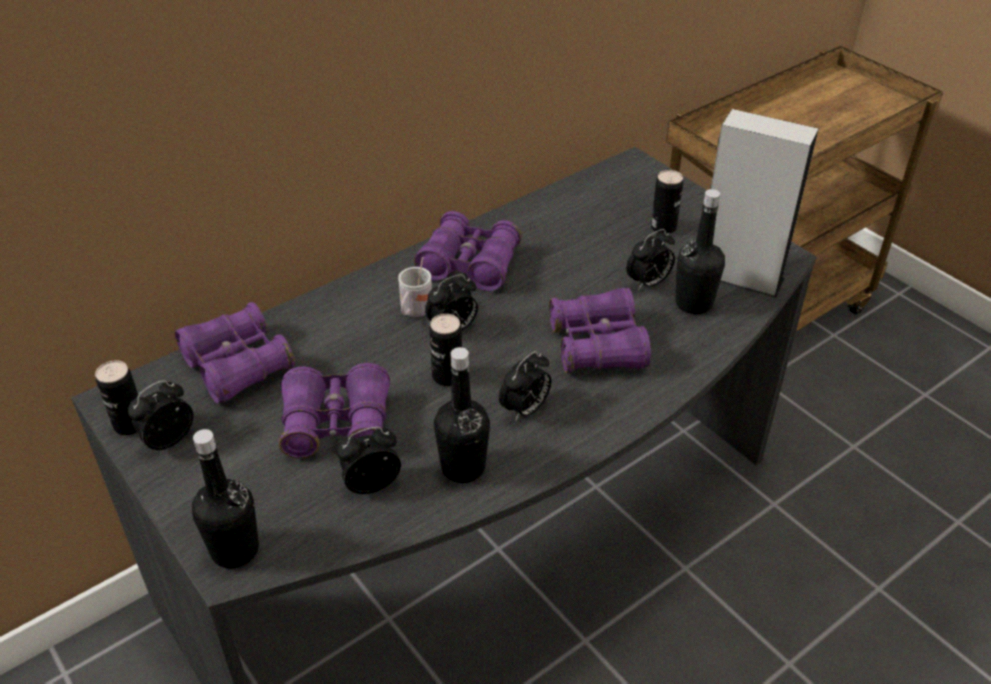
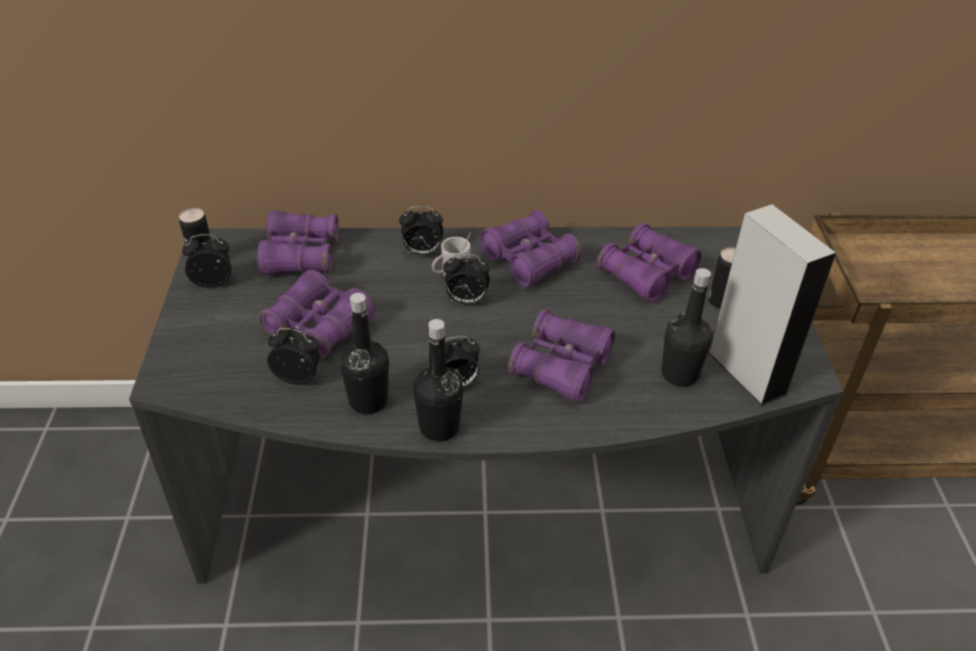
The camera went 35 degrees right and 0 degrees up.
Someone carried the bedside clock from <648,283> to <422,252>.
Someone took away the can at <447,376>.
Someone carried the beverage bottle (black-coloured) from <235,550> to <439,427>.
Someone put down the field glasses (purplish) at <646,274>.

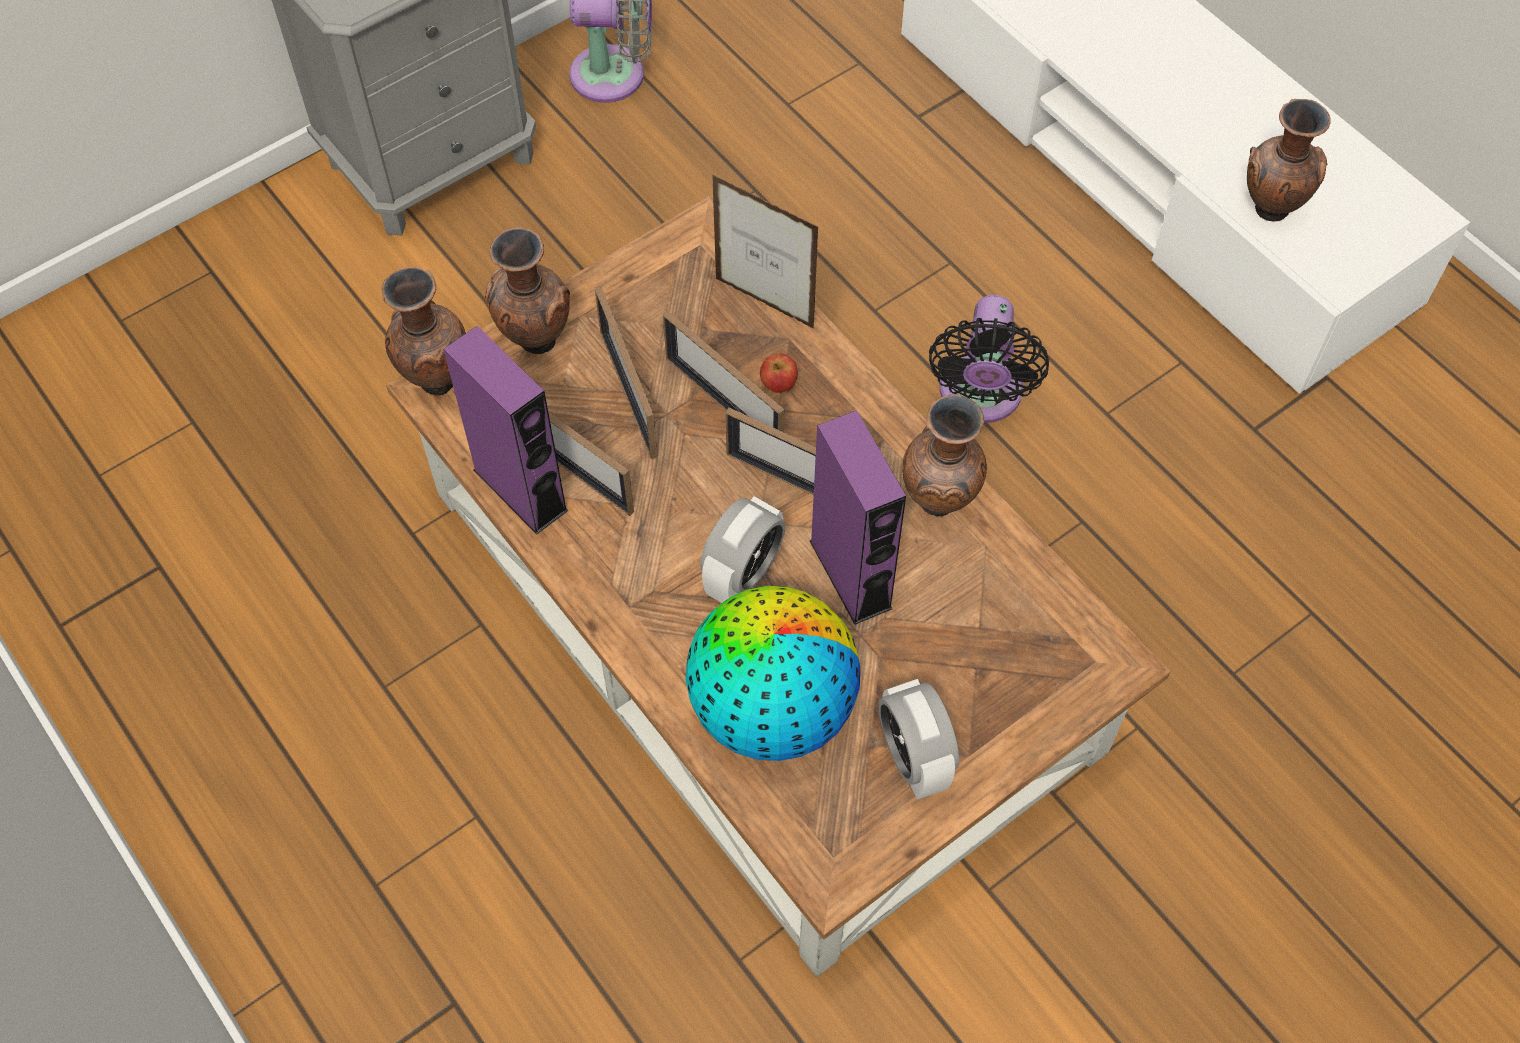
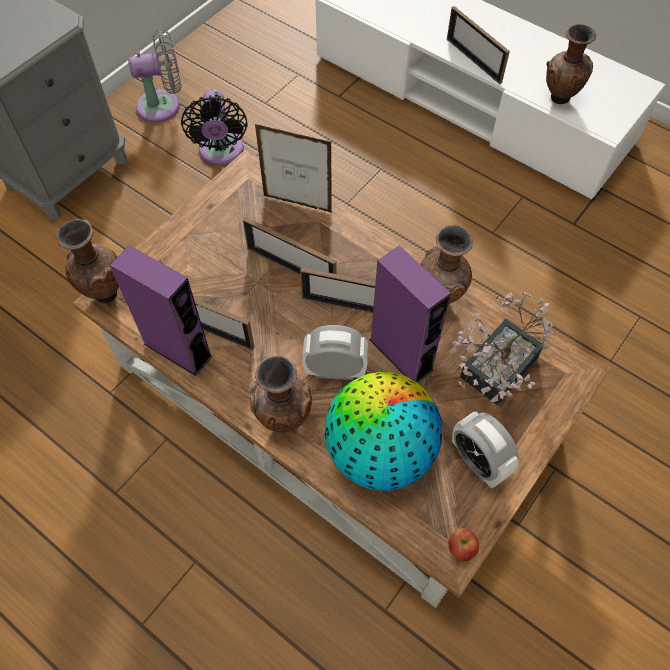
The camera went 15 degrees left and 0 degrees up.
Someone carried the flower vase (brownish) from <534,342> to <283,422>.
Someone carried the picture frame from <628,394> to <473,60>.
Someone carried the fan (black-coloured) from <979,397> to <221,152>.
Someone carried the whole apple from <778,384> to <461,548>.
Someone rotated the bedside clock at <743,575> by 105 degrees counterclockwise.
Someone put down the potted plant at <492,373>.

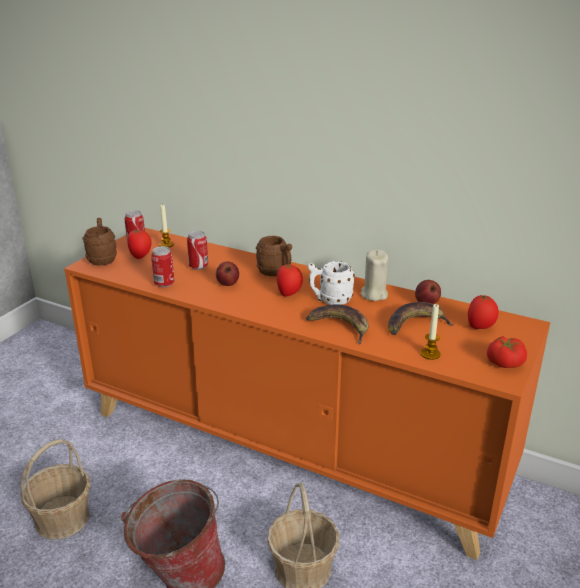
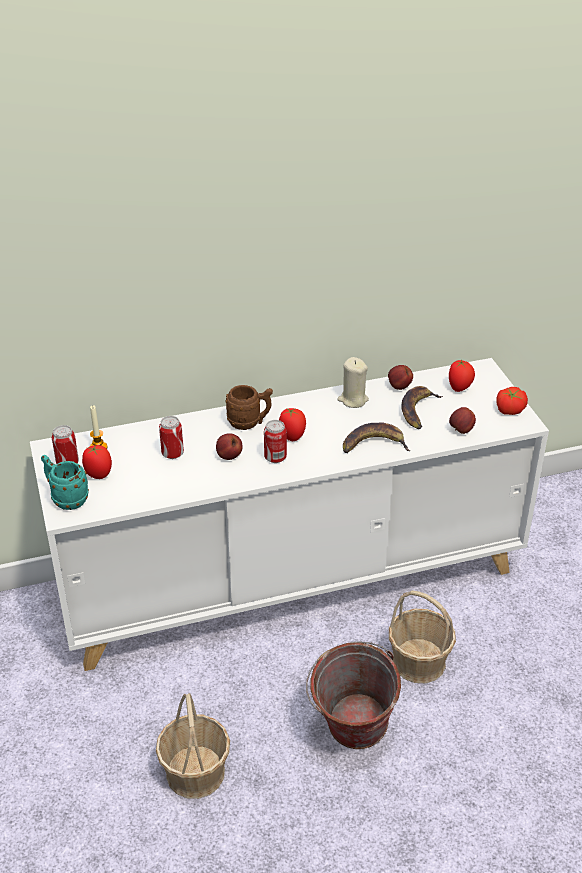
The camera went 45 degrees left and 10 degrees up.
Someone repainted the coffee mug (brownish) at <102,259>, which became the coffee mug (turquoise-coloured) at <66,498>.
Someone repainted the cupboard (orangey) at <291,447>, which became the cupboard (white) at <292,581>.
Someone carried the can from <164,284> to <275,458>.
Someone took away the coffee mug (white) at <330,300>.
Someone swapped the wax candle at <430,354> for the whole apple at <461,430>.

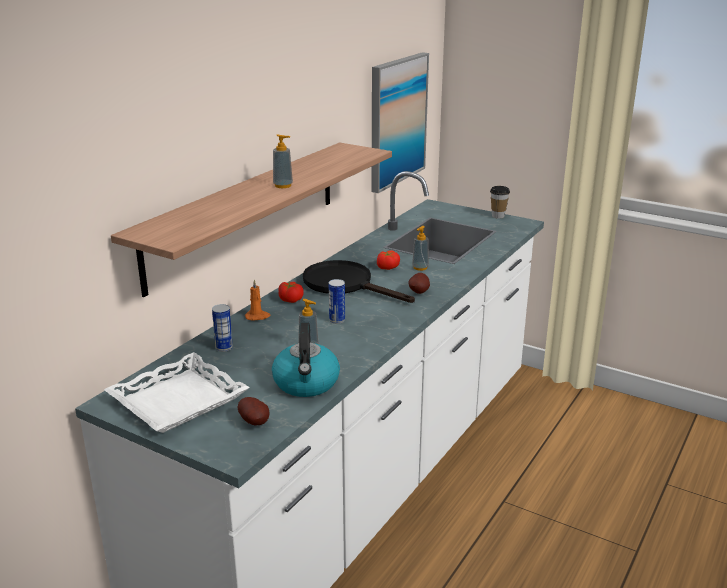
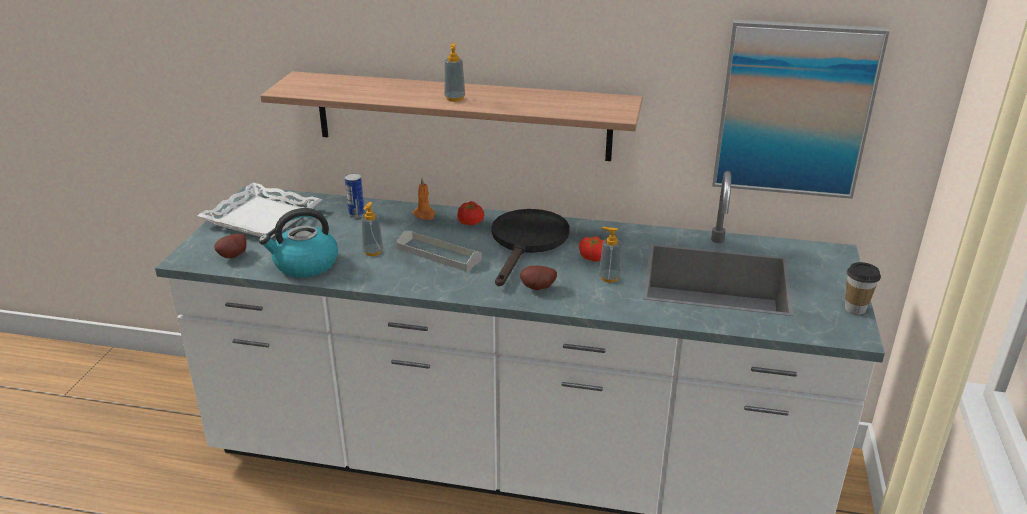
The camera went 70 degrees right and 5 degrees up.
Someone swapped the can at <337,320> for the serving tray (greyish) at <438,254>.

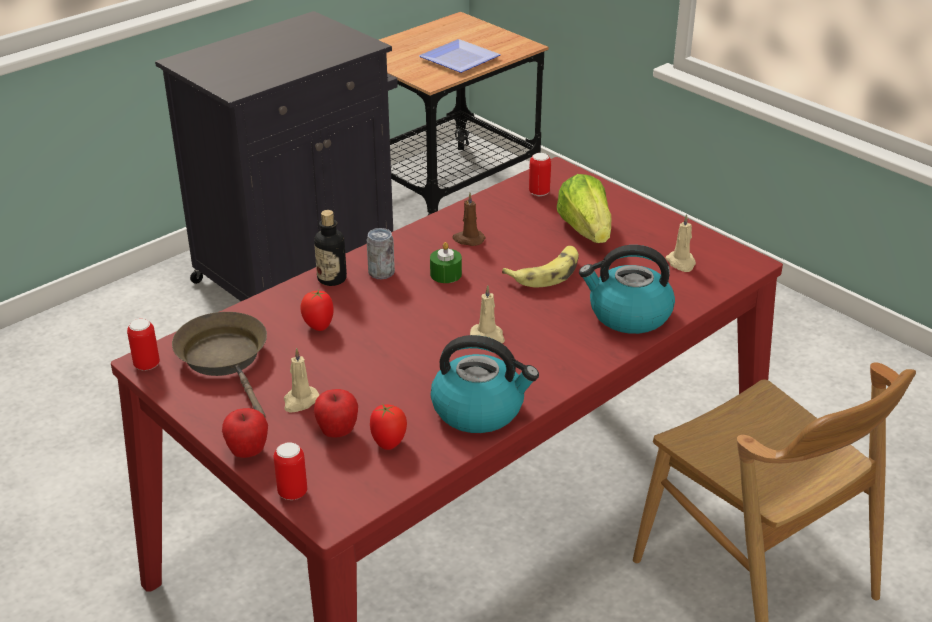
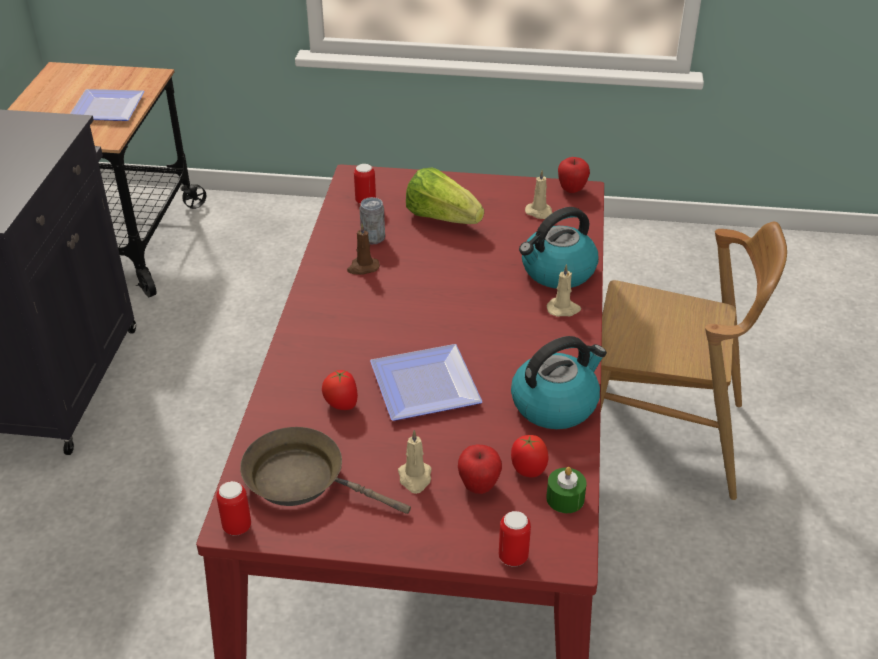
The camera went 40 degrees left and 5 degrees up.
Someone took away the beverage bottle at <332,279>.
Someone carried the can from <381,273> to <373,238>.
Someone carried the wax candle (greenish) from <445,274> to <565,498>.
Someone took away the whole banana at <546,273>.
Someone carried the wax candle (beige) from <488,336> to <563,309>.
Someone carried the whole apple from <248,452> to <572,189>.
Someone put down the flat dish at <429,387>.

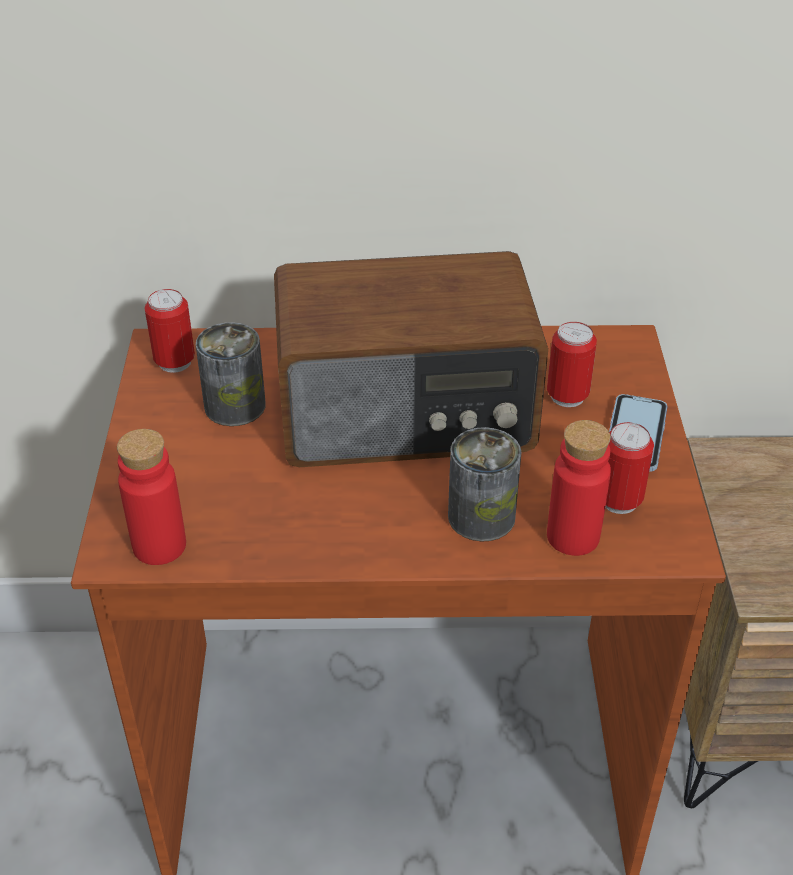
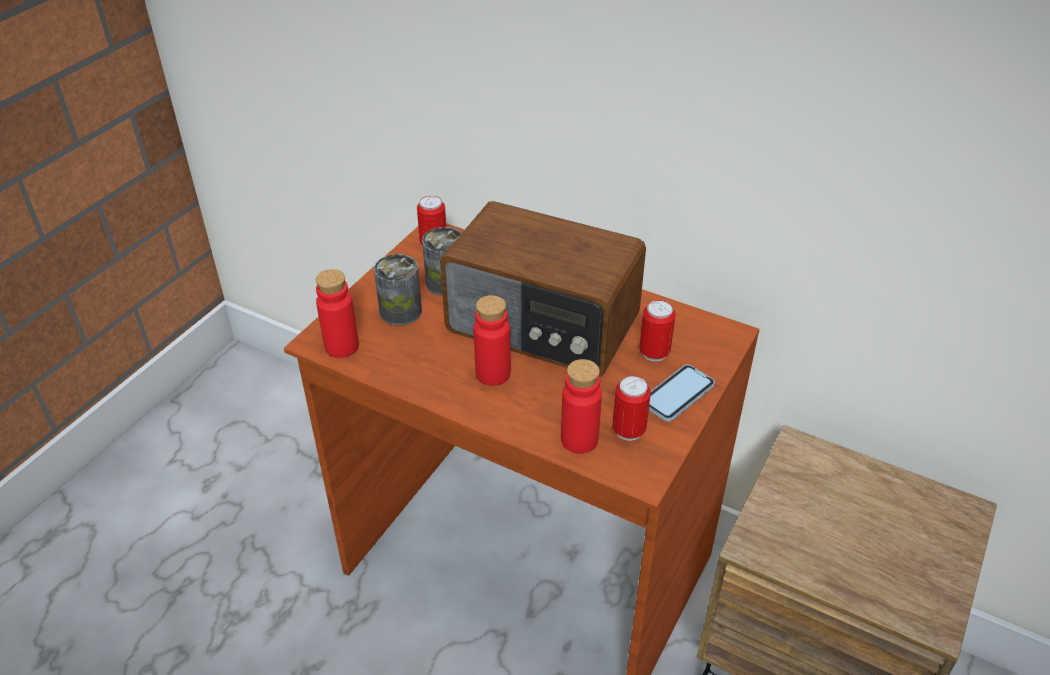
The camera went 30 degrees right and 0 degrees up.
Someone carried the can from <481,516> to <400,311>.
Someone put down the beverage bottle (reddish) at <493,373>.

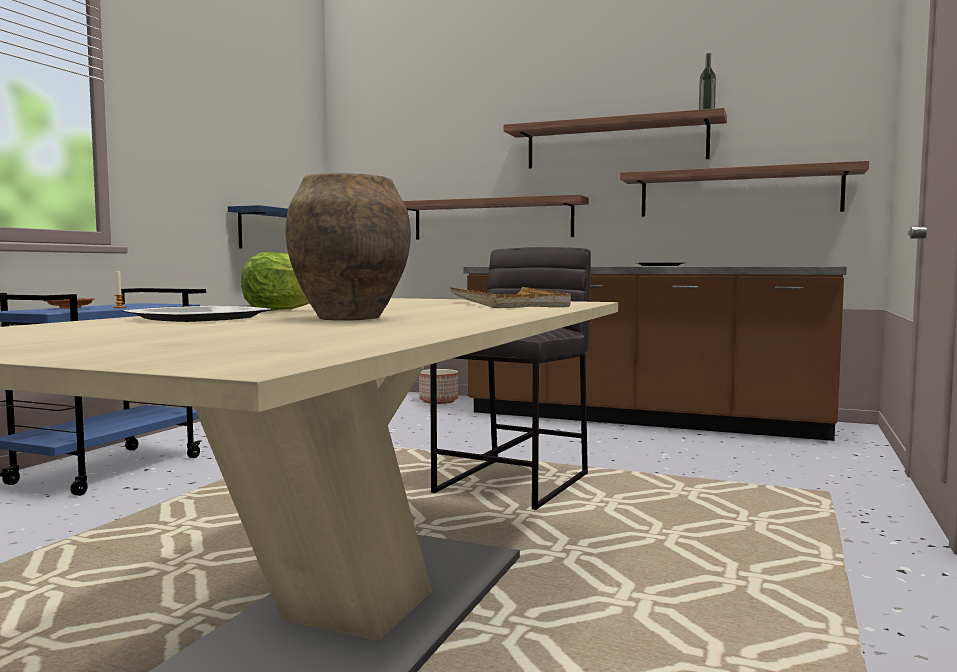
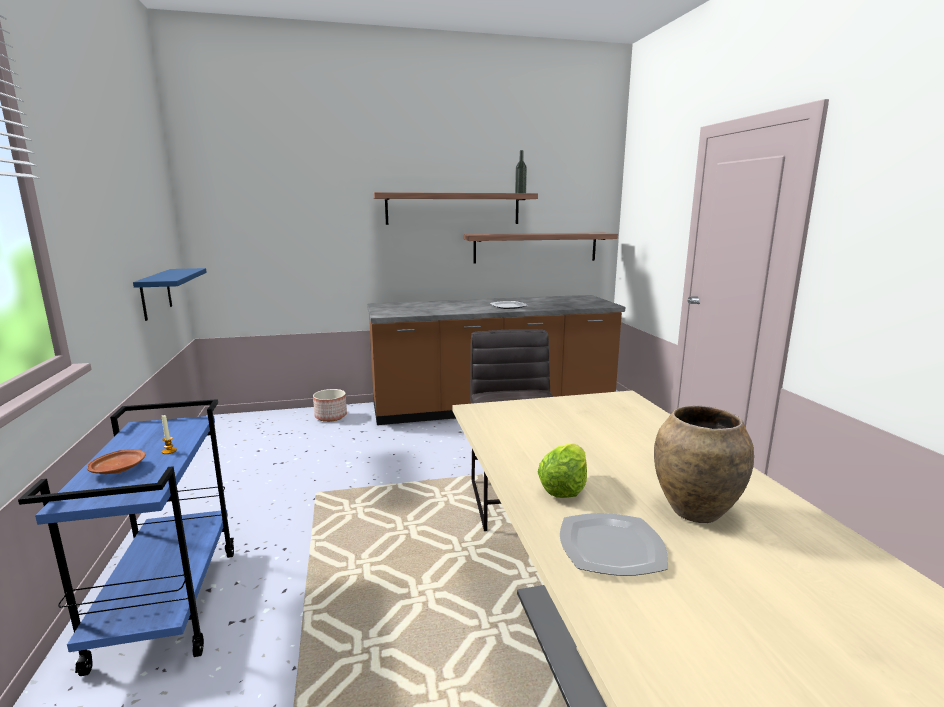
The camera went 35 degrees left and 10 degrees up.
Someone took away the bracket shelf at <492,219>.
Someone took away the serving tray (beige) at <508,304>.

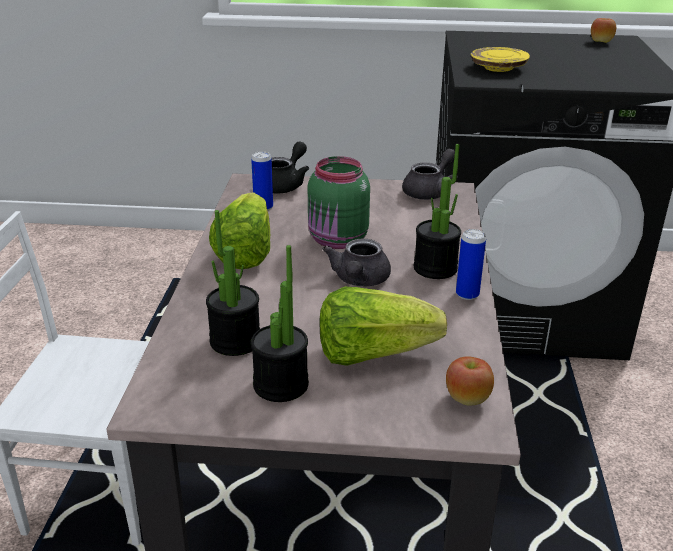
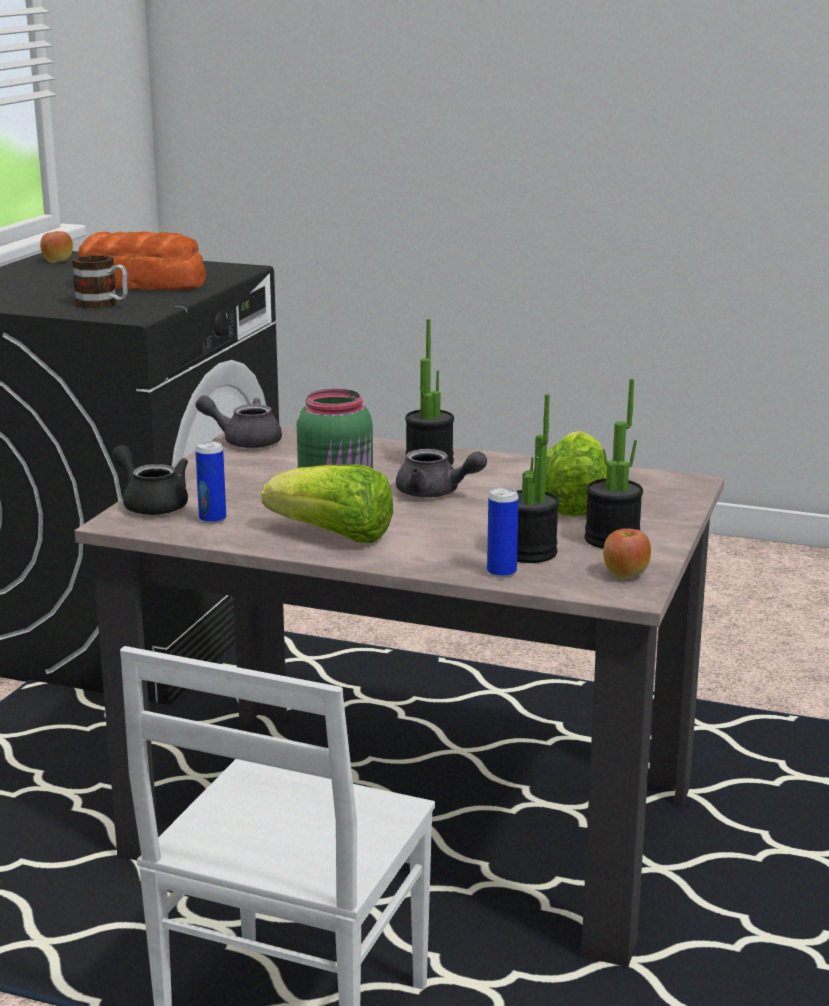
The camera went 75 degrees left and 10 degrees down.
Someone swapped the flat dish (yellow) at <498,68> for the coffee mug at <103,304>.
Someone rotated the tea pot (greyish) at <430,191> by 45 degrees counterclockwise.
Someone carried the can from <467,294> to <501,572>.
Someone carried the whole apple from <467,399> to <625,575>.
Someone put down the baked bread at <142,284>.

